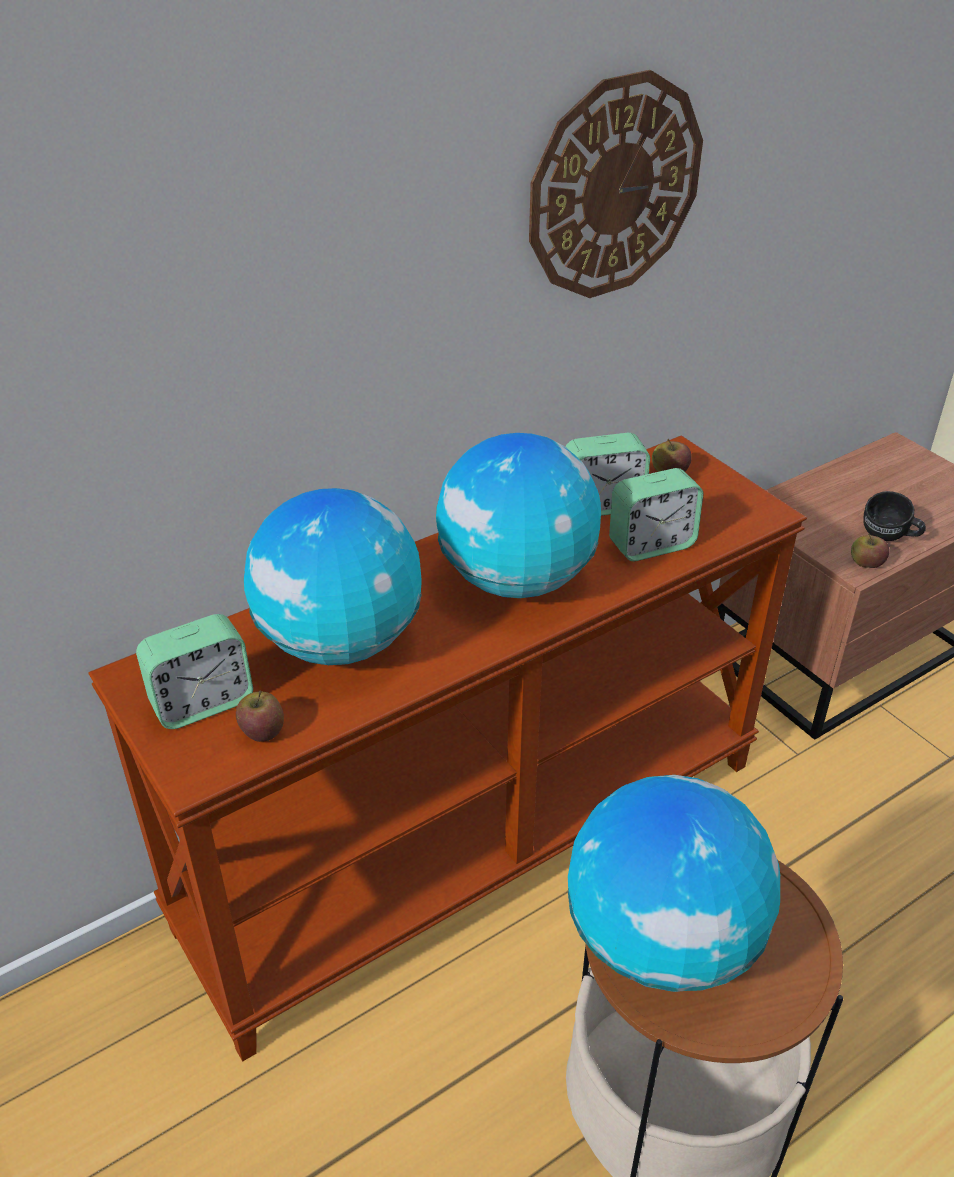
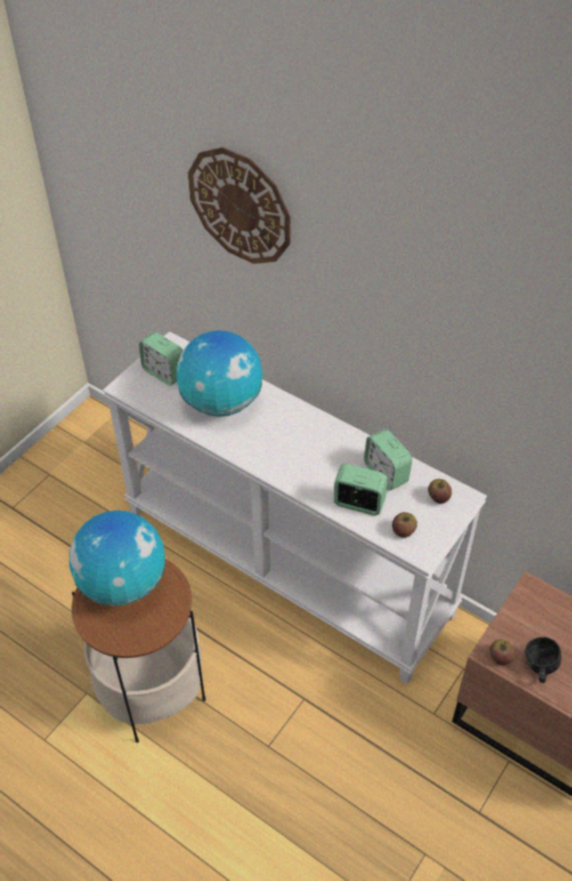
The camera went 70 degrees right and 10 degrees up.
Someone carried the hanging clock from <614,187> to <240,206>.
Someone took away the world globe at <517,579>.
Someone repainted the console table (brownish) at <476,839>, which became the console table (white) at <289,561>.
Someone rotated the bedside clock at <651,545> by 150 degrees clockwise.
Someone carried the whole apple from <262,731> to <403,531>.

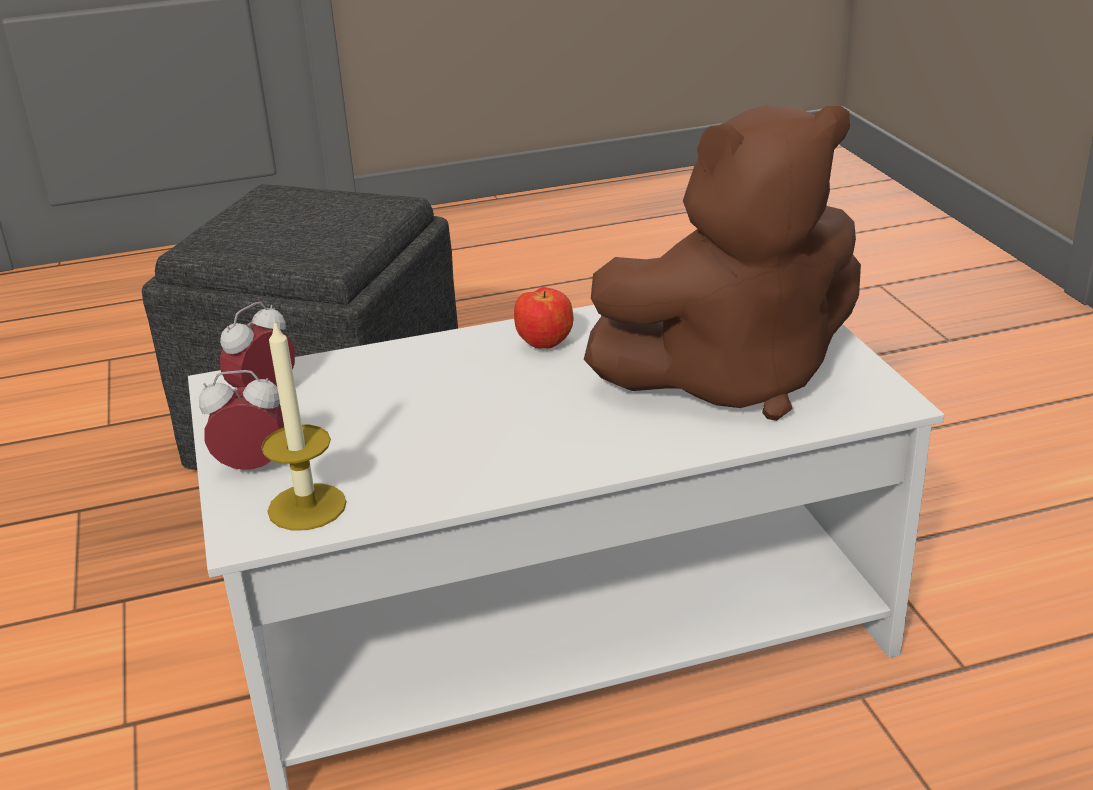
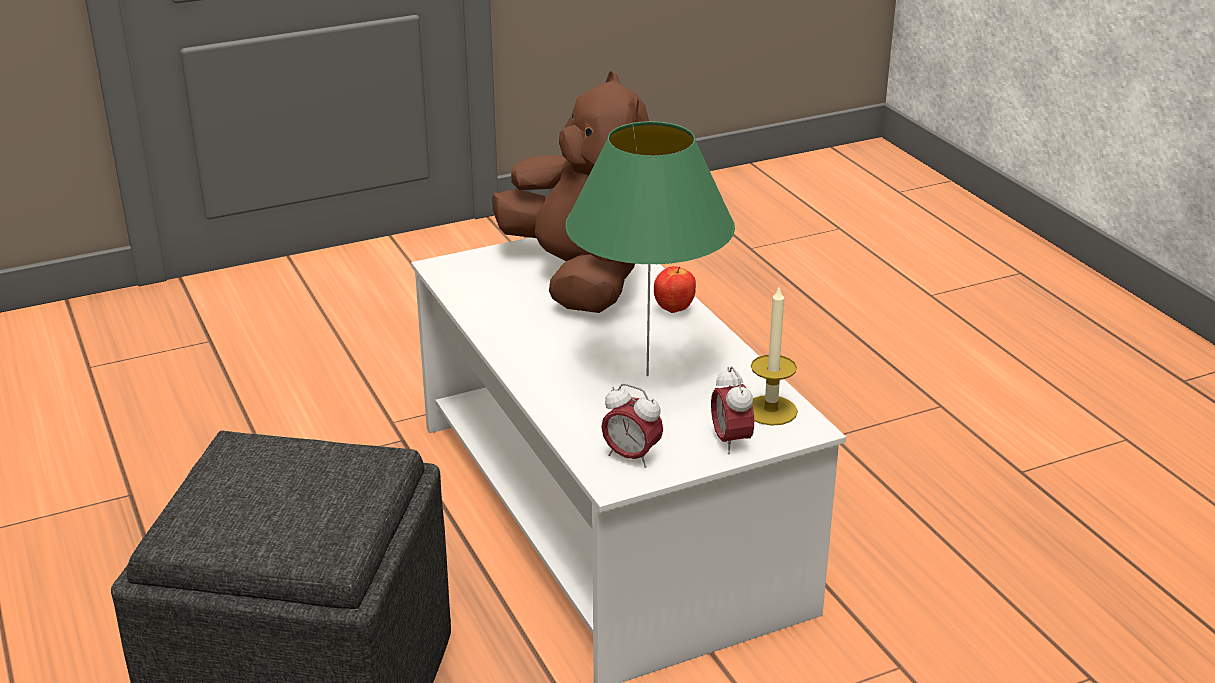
The camera went 100 degrees left and 0 degrees up.
Someone carried the whole apple from <545,345> to <673,309>.
Someone put down the lamp for a table (greenish) at <647,375>.

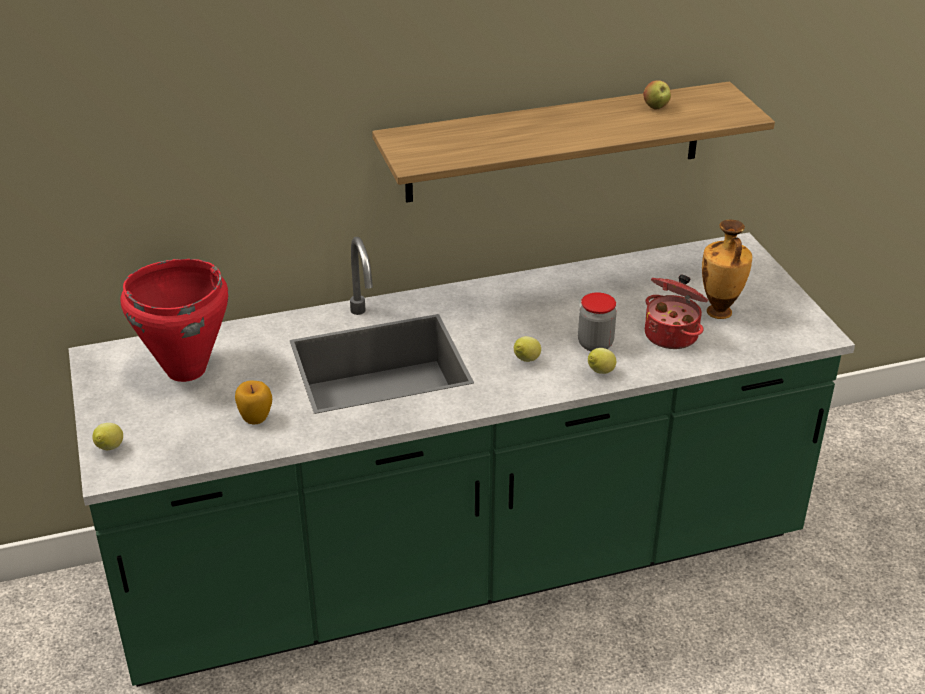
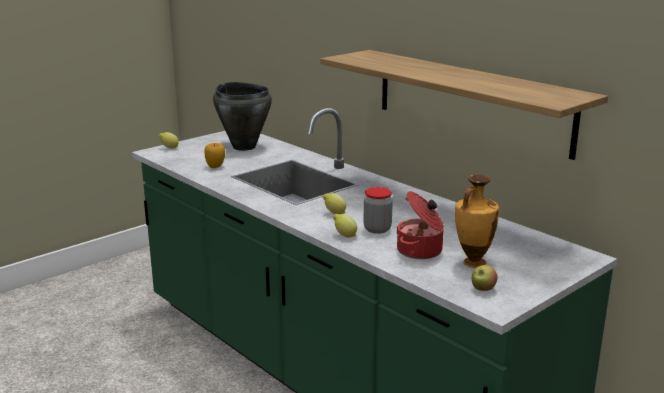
The camera went 65 degrees right and 15 degrees down.
Someone carried the whole apple from <656,107> to <483,289>.
Someone repainted the stockpot (reddish) at <185,369>, which became the stockpot (black-coloured) at <244,147>.

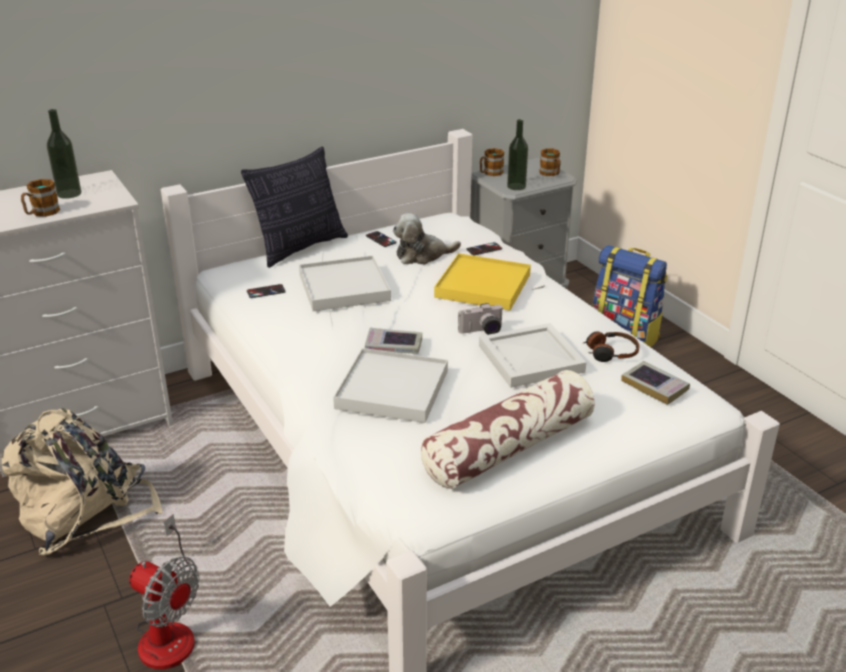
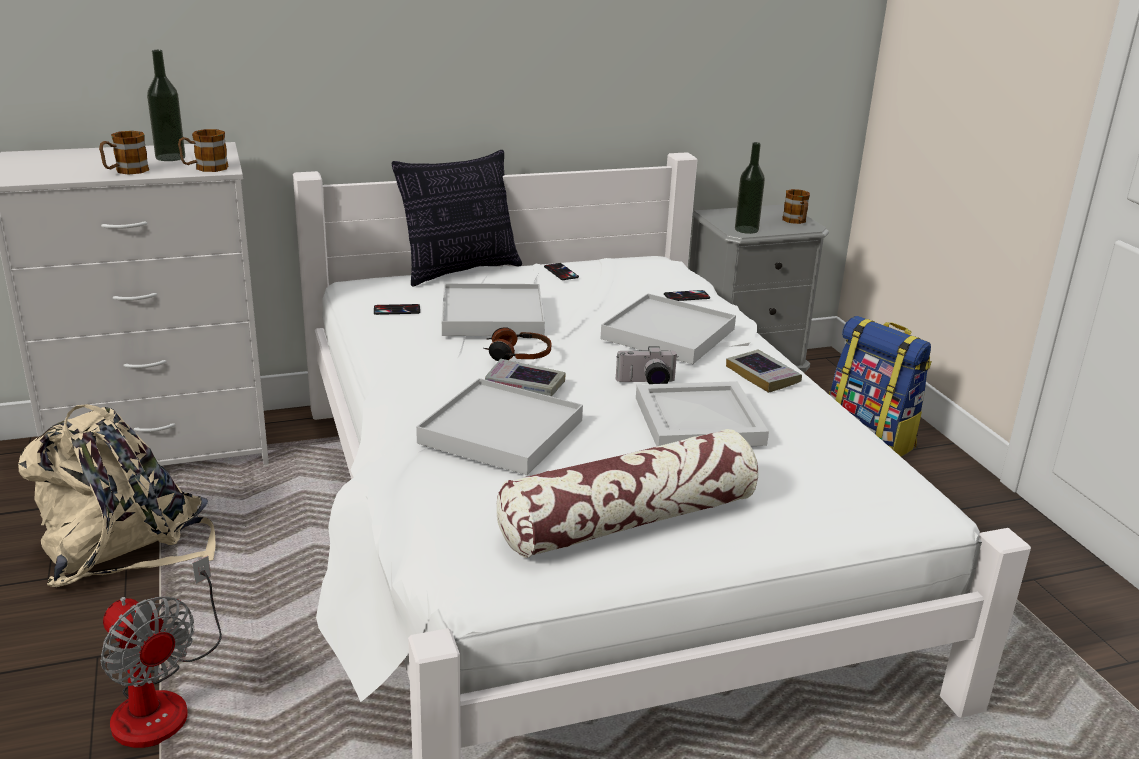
The camera went 10 degrees right and 5 degrees down.
Someone carried the coffee mug from <490,173> to <205,168>.
Someone took away the soft toy at <422,255>.
Someone repainted the serving tray (yellow) at <482,286>, which became the serving tray (white) at <668,334>.
Someone carried the headset from <610,353> to <517,355>.
Someone carried the book from <654,386> to <762,376>.

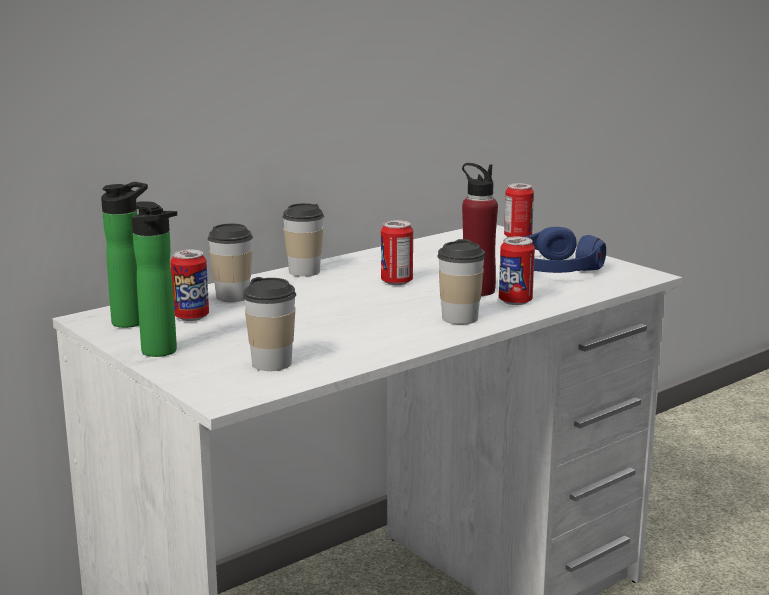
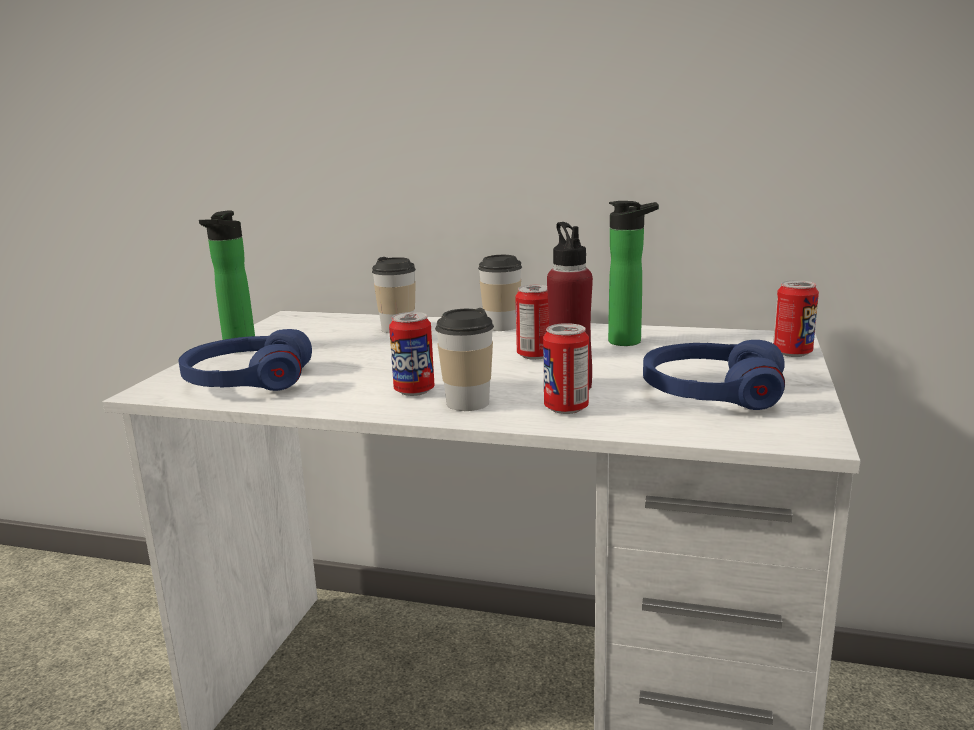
The camera went 55 degrees right and 0 degrees up.
Someone carried the beverage bottle from <132,321> to <630,341>.
Someone carried the can from <191,317> to <414,391>.
Someone swapped the cup at <272,363> for the headset (bluish) at <247,381>.

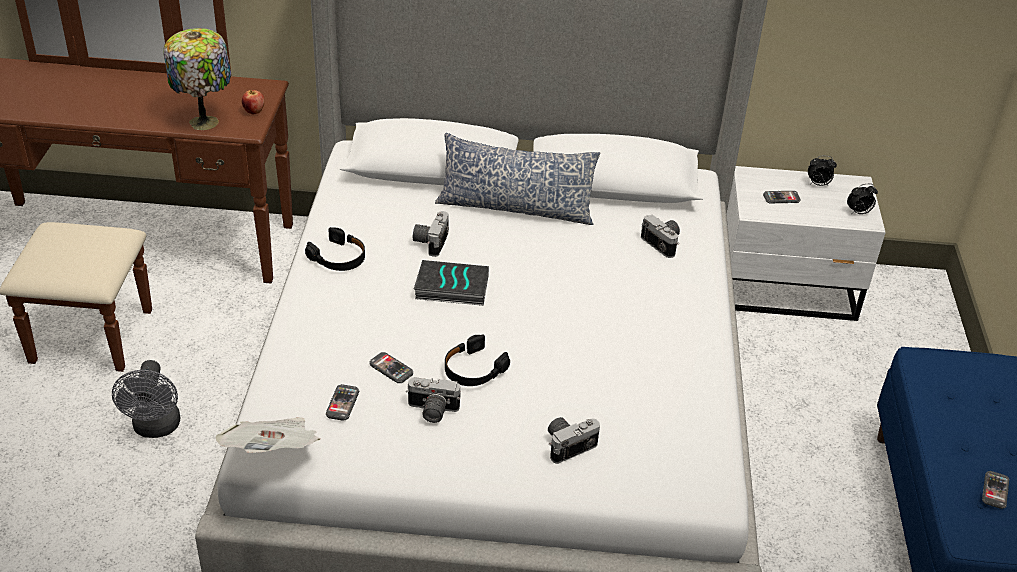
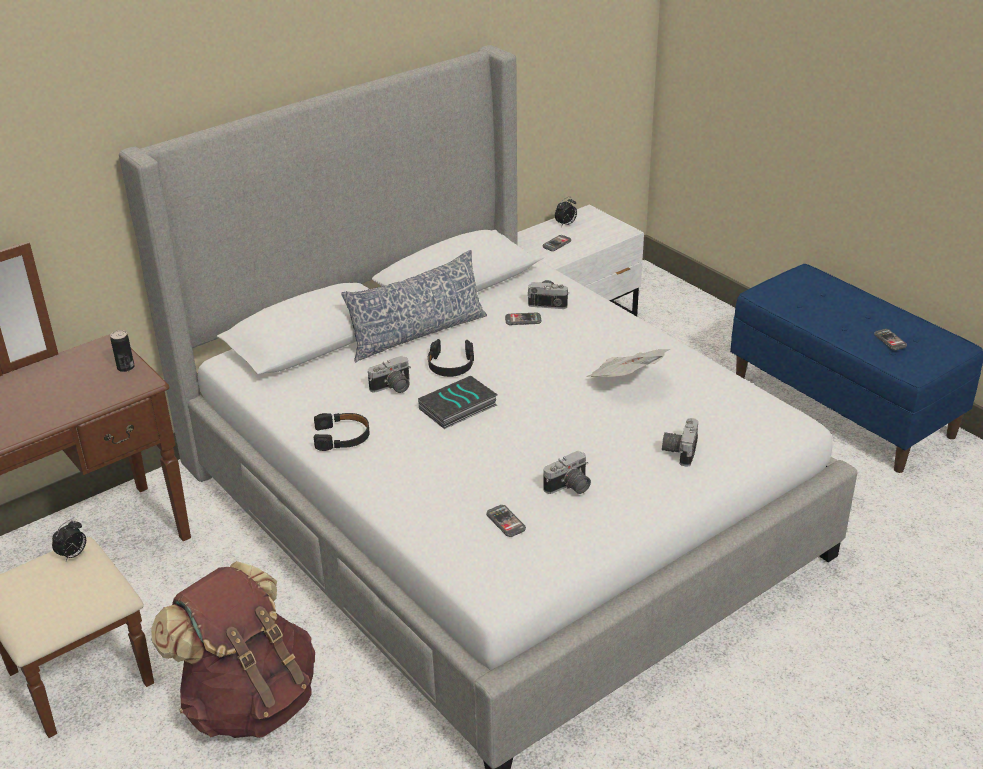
The camera went 40 degrees left and 5 degrees down.
Someone took away the lamp for a table at <205,121>.
Someone swapped the whole apple at <254,112> for the can at <126,367>.
Someone carried the bedside clock from <858,213> to <73,555>.
Someone rotated the photo camera at <430,241> by 90 degrees counterclockwise.
Someone carried the headset (black-coloured) from <473,369> to <451,365>.
Someone carried the phone from <391,369> to <523,320>.
Someone swapped the fan (greyish) at <156,428> for the knapsack (brownish) at <249,701>.
Someone carried the newspaper from <273,453> to <626,381>.

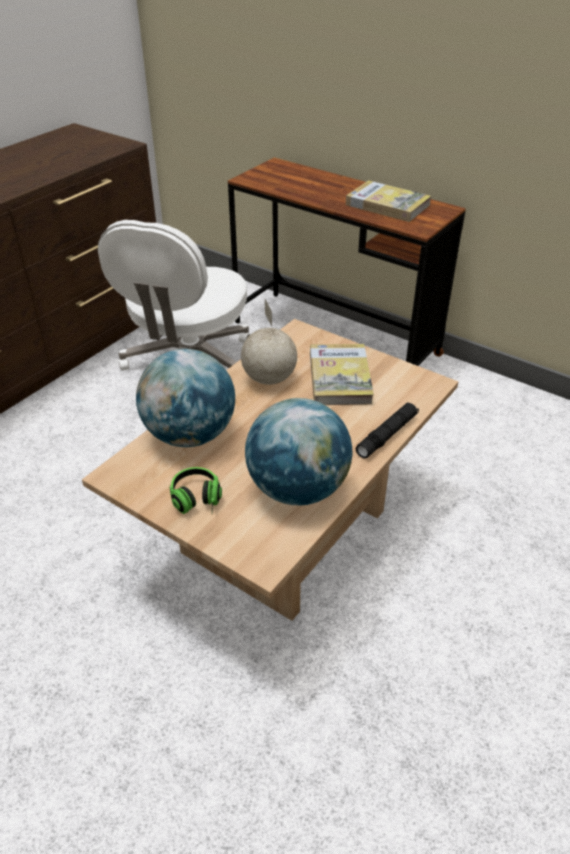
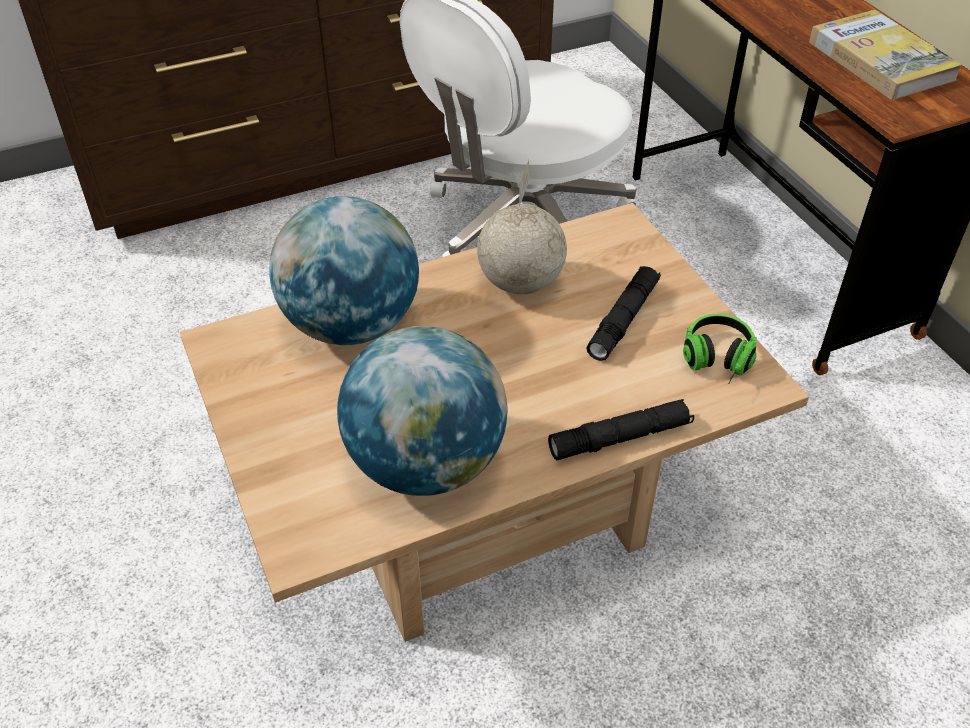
The camera went 30 degrees right and 5 degrees up.
Someone swapped the book at <339,378> for the flashlight (black-coloured) at <623,319>.
Someone carried the headset from <197,502> to <716,363>.

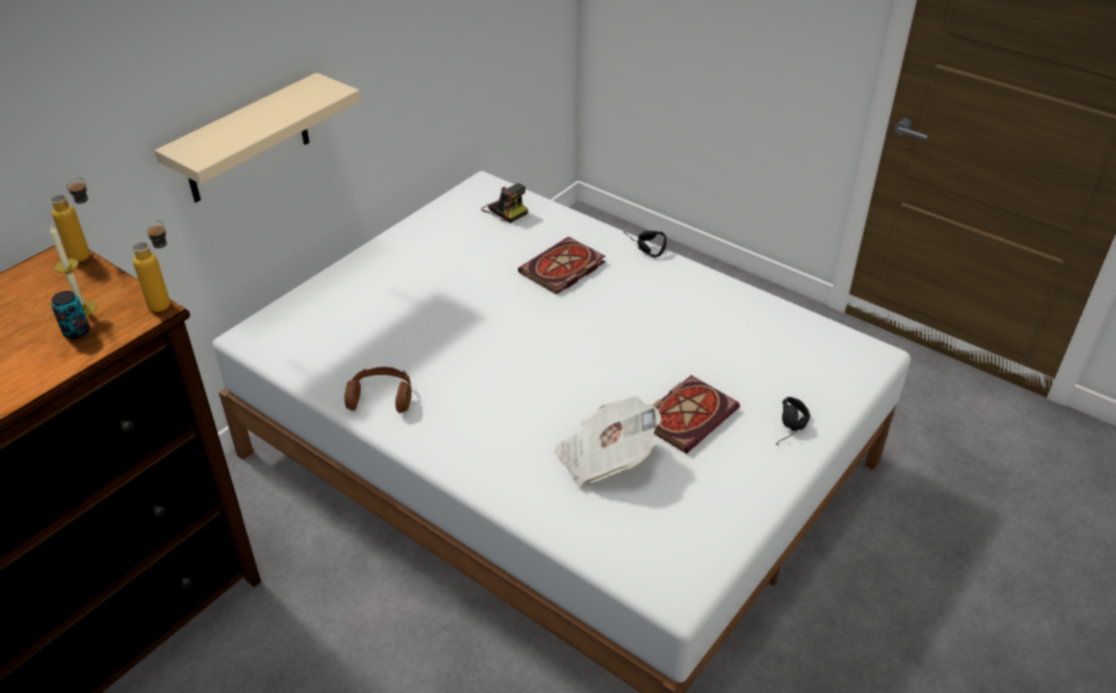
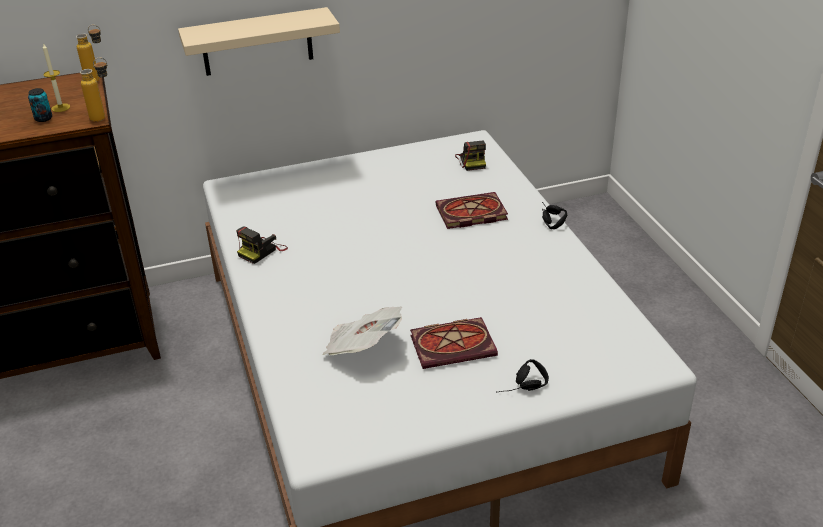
The camera went 35 degrees right and 5 degrees down.
Someone swapped the headset (brownish) at <381,397> for the photo camera at <262,251>.

